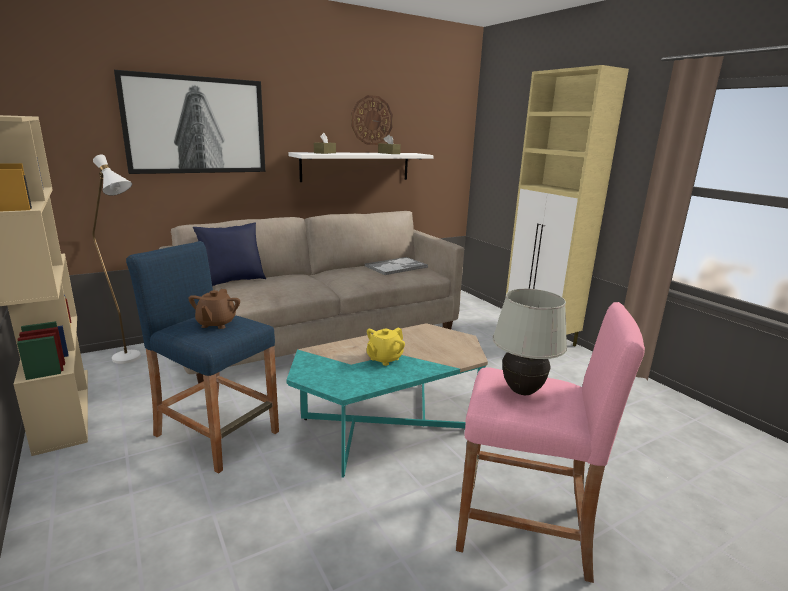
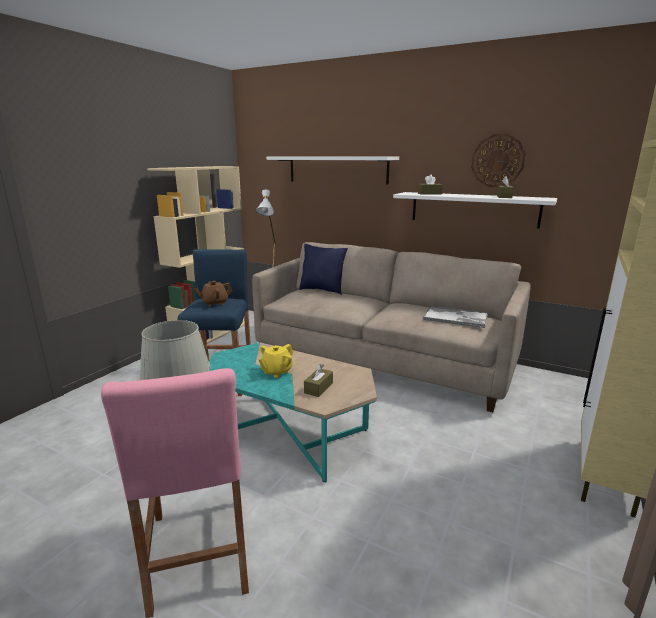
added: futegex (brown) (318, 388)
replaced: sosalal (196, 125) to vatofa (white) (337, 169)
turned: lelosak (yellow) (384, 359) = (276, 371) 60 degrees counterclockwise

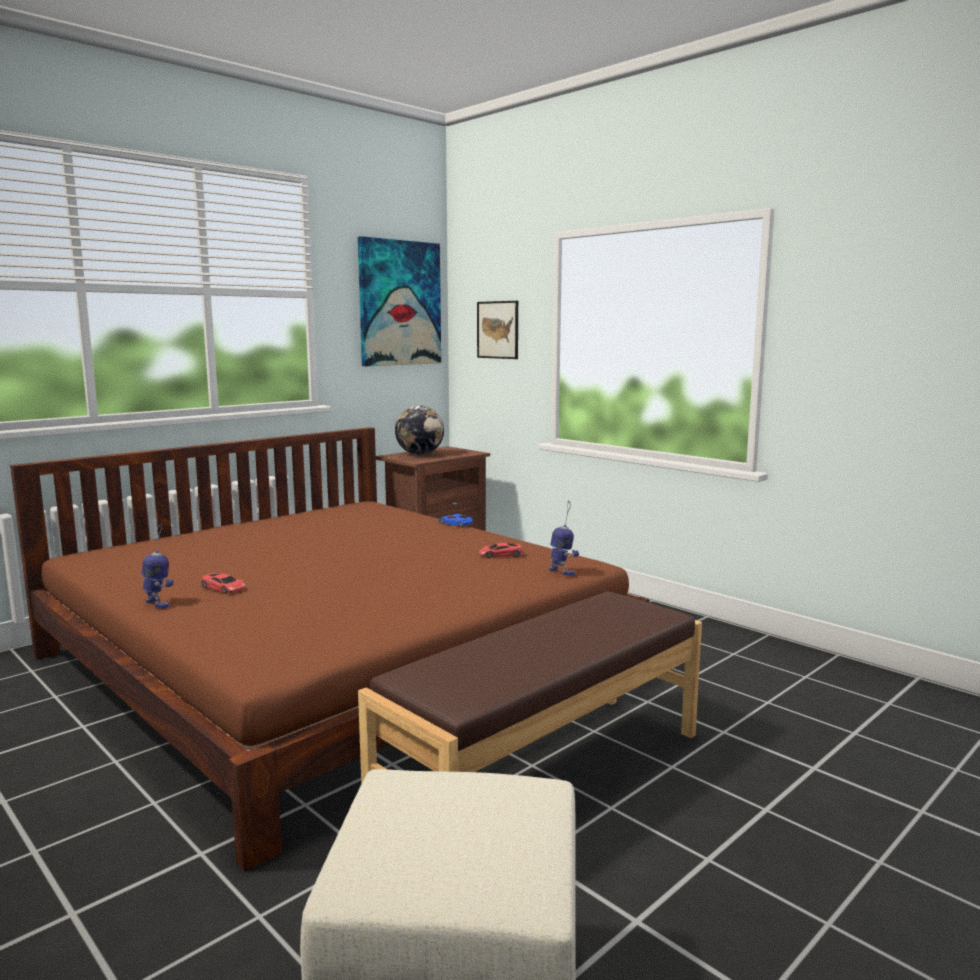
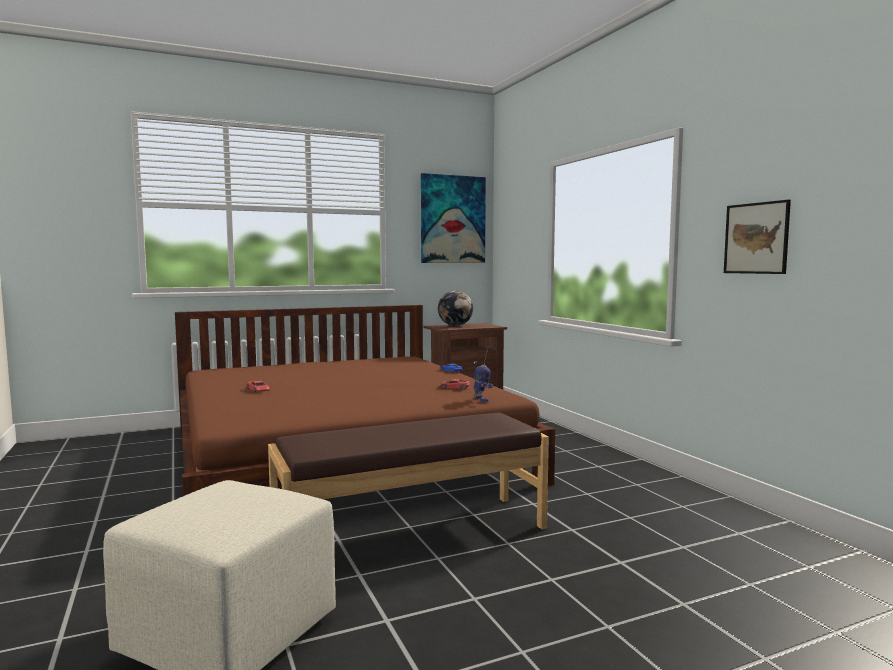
removed: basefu (158, 604)
moved: sosalal (498, 330) to (756, 238)

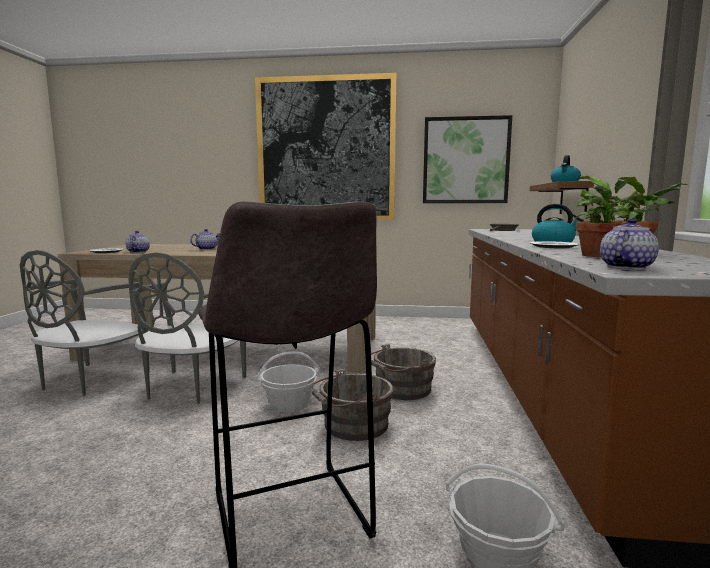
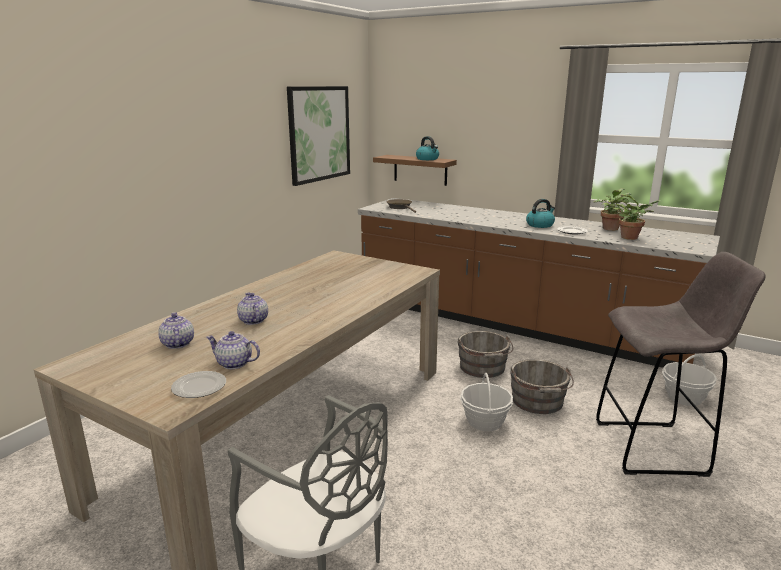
removed: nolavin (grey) (191, 387); sosalal (326, 150)
moved: lelosak (625, 267) to (177, 344)

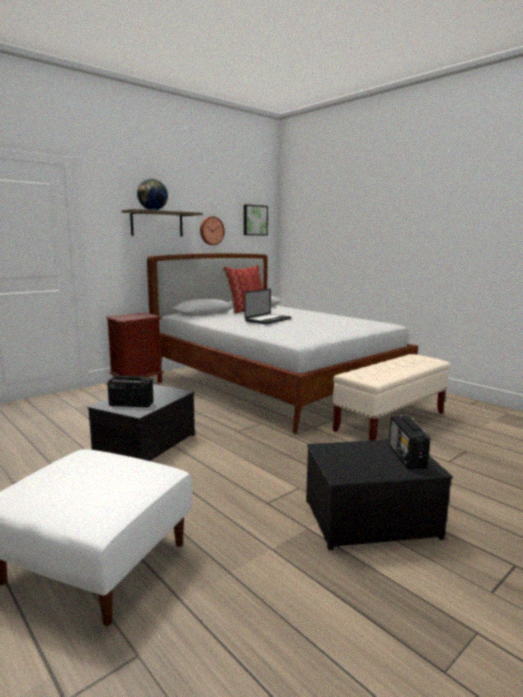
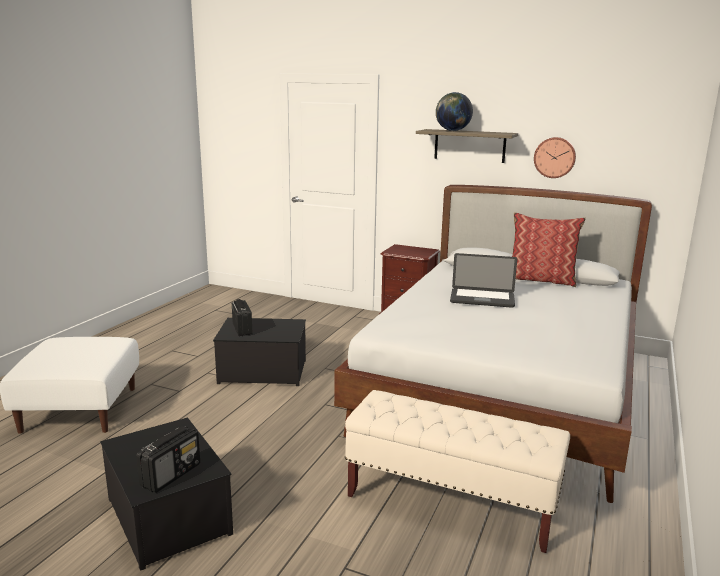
removed: sosalal (254, 220)
turned: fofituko (407, 457) = (171, 474) 150 degrees clockwise

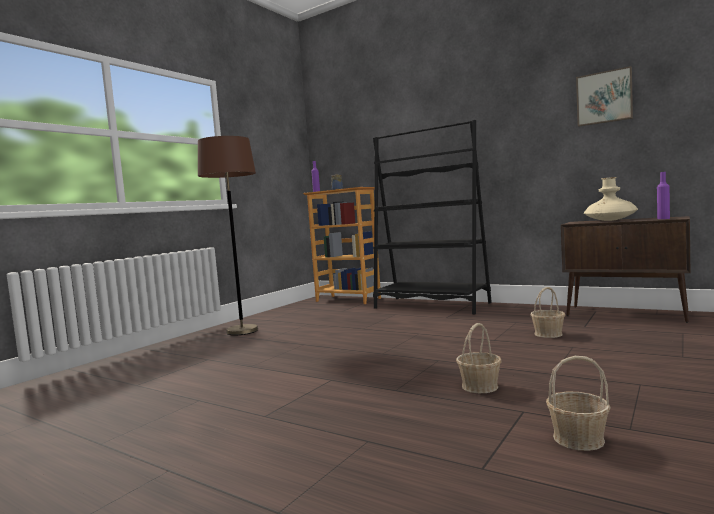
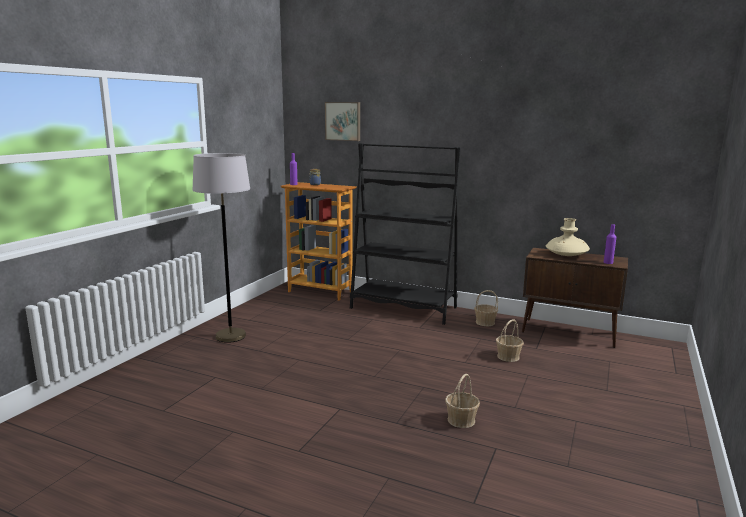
moved: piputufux (578, 439) to (485, 322); sosalal (604, 97) to (343, 121)
recoloured: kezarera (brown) (242, 331) to kezarera (grey) (230, 336)

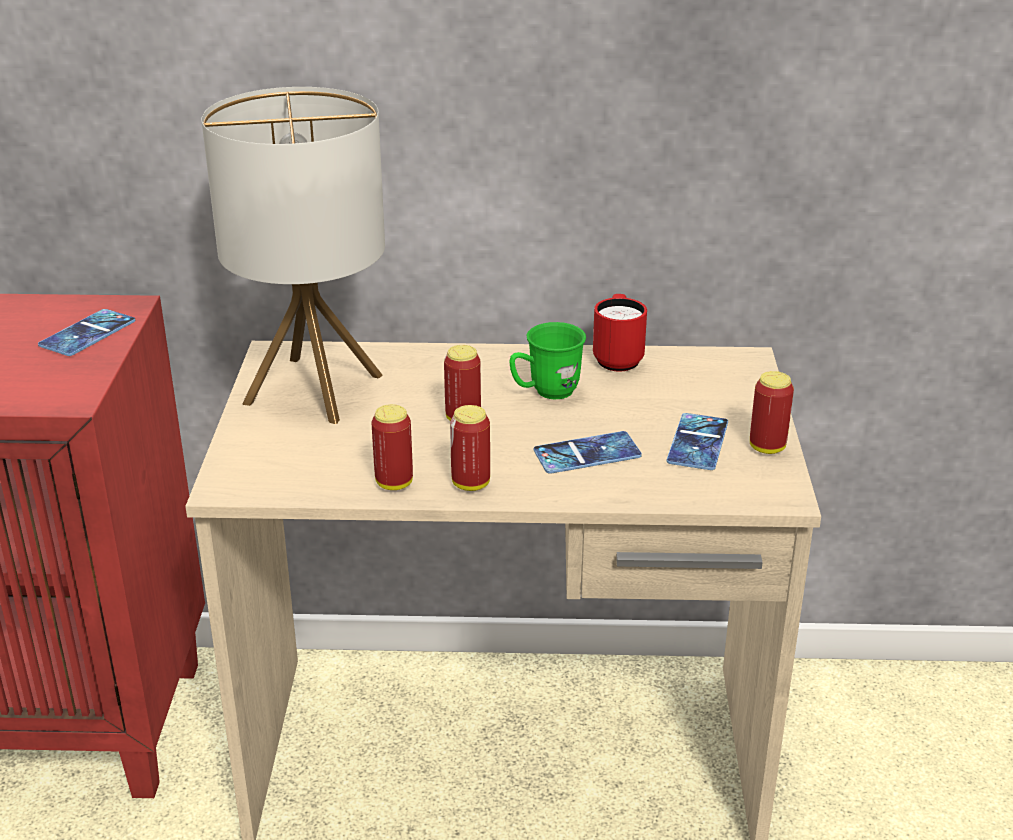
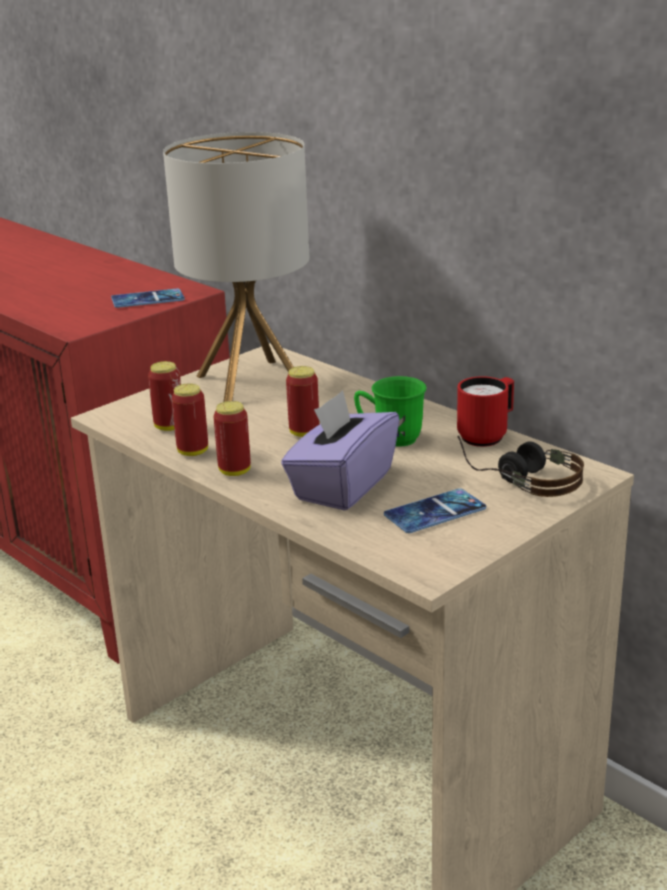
added: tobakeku (520, 479)
moved: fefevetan (767, 447) to (169, 427)
replaced: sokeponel (587, 453) to futegex (purple) (342, 485)

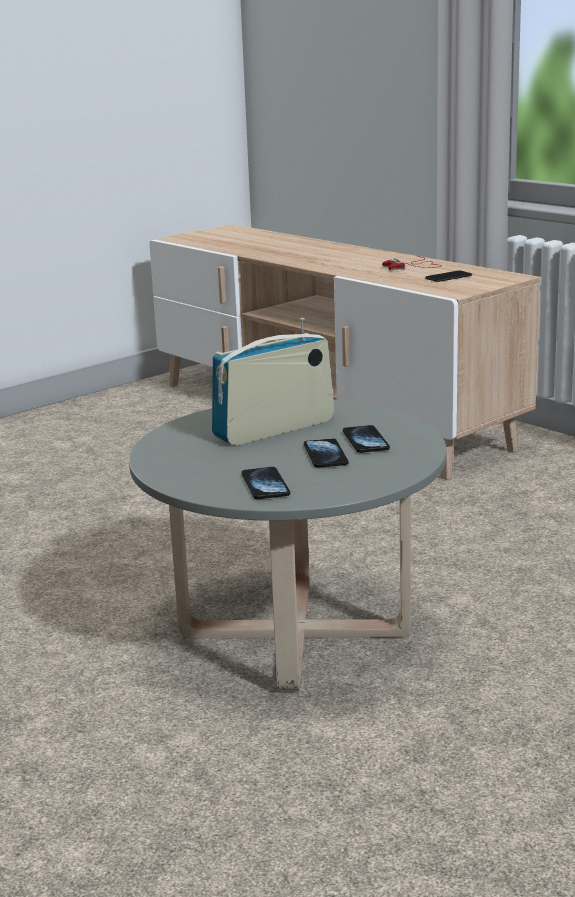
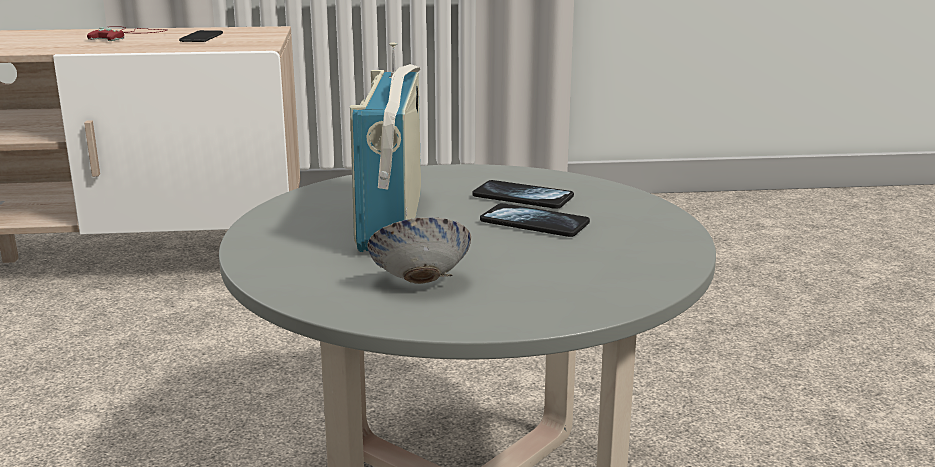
removed: sokeponel (265, 485)
added: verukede (420, 282)

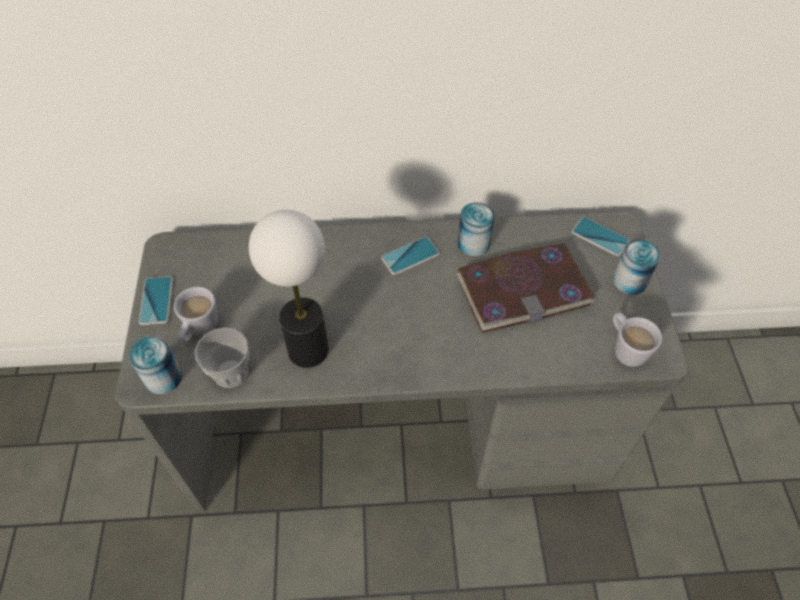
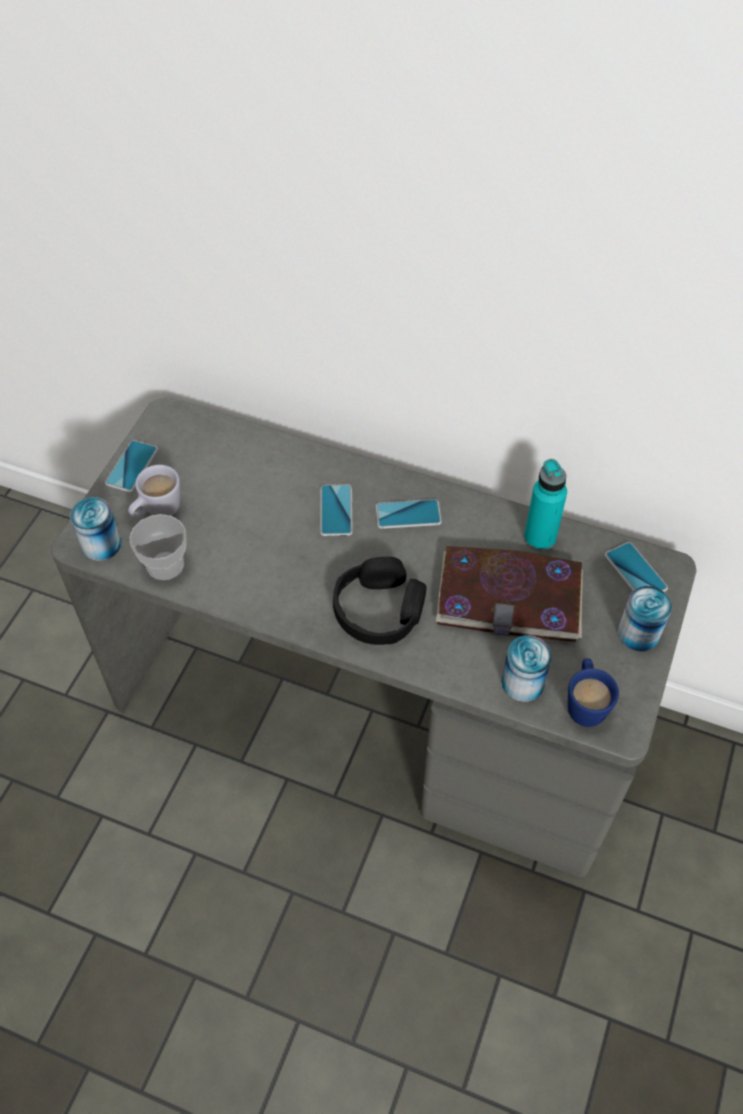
removed: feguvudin (309, 349)
added: sokeponel (336, 510); tobakeku (black) (379, 610); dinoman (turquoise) (540, 538)
moved: fefevetan (473, 243) to (522, 682)
recoloured: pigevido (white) (625, 348) to pigevido (blue) (585, 703)

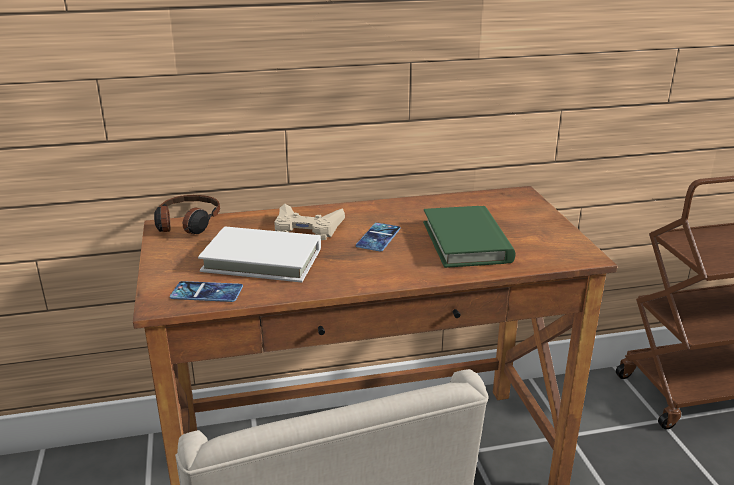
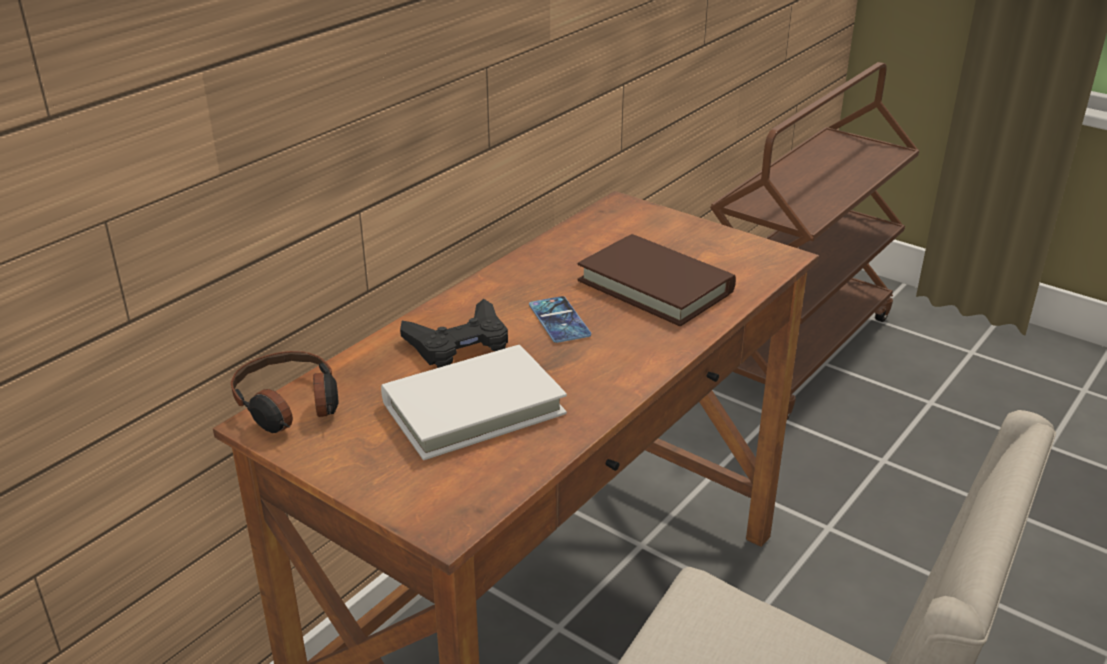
removed: sokeponel (206, 292)
recoloured: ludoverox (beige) (307, 228) to ludoverox (black) (459, 343); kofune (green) (466, 242) to kofune (brown) (655, 286)

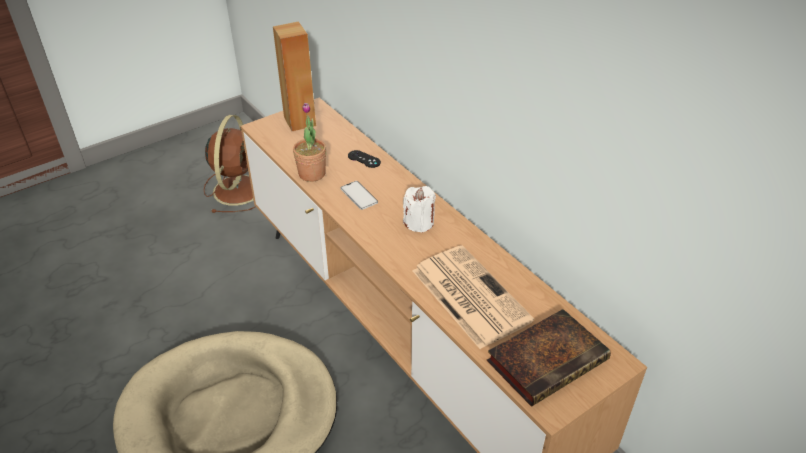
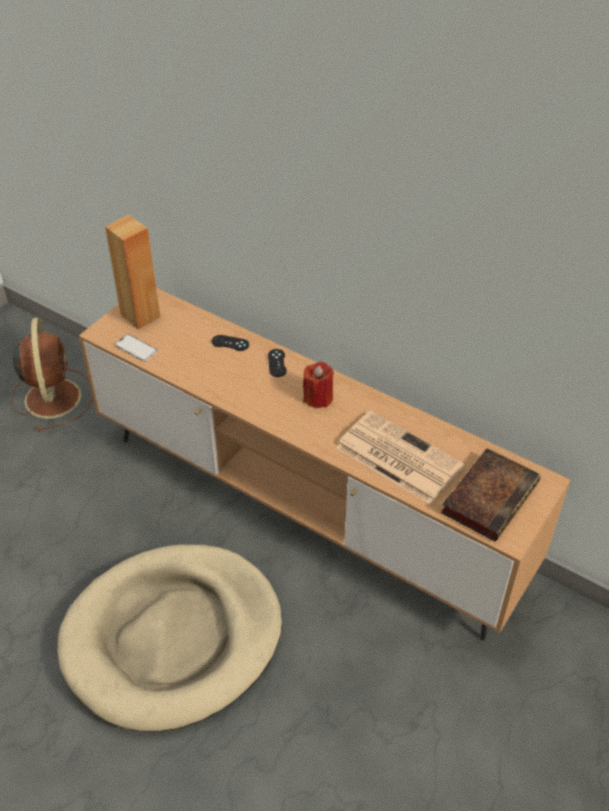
removed: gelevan (312, 174)
added: ludoverox (black) (277, 363)
moved: sokeponel (359, 195) to (136, 348)
recoloured: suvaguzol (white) (419, 222) to suvaguzol (red) (318, 397)

